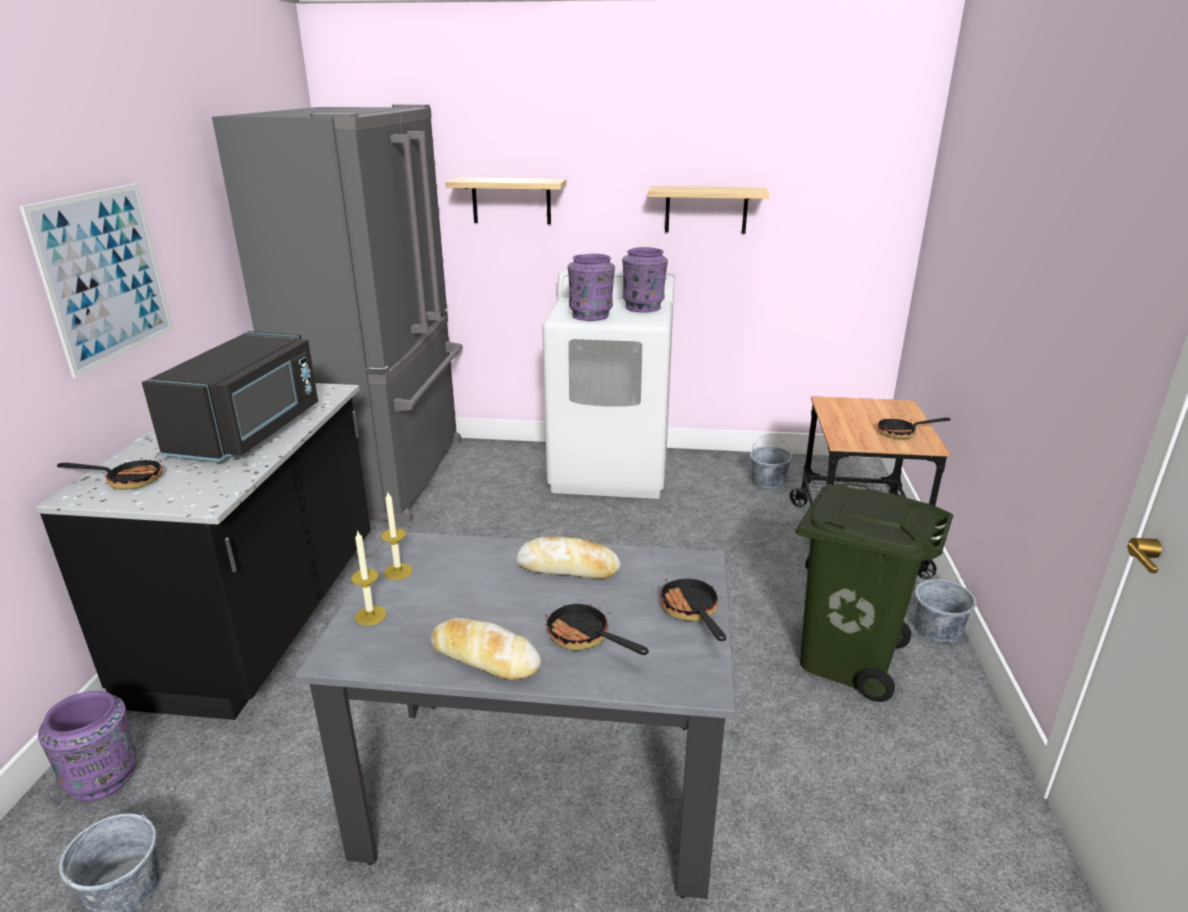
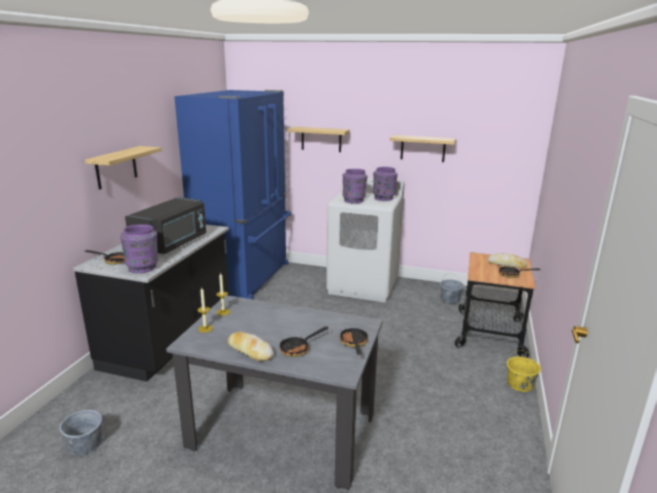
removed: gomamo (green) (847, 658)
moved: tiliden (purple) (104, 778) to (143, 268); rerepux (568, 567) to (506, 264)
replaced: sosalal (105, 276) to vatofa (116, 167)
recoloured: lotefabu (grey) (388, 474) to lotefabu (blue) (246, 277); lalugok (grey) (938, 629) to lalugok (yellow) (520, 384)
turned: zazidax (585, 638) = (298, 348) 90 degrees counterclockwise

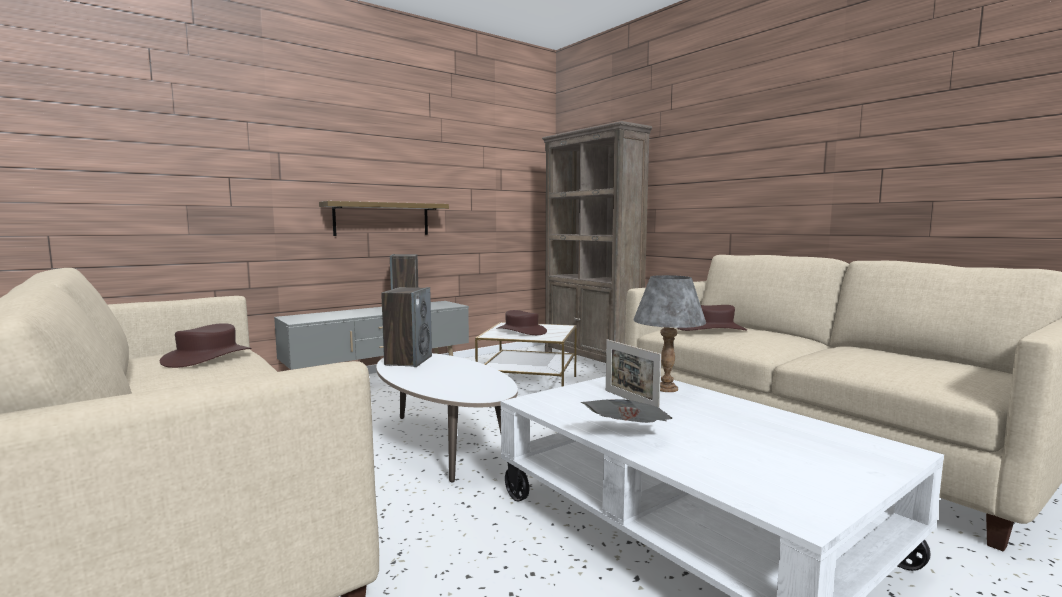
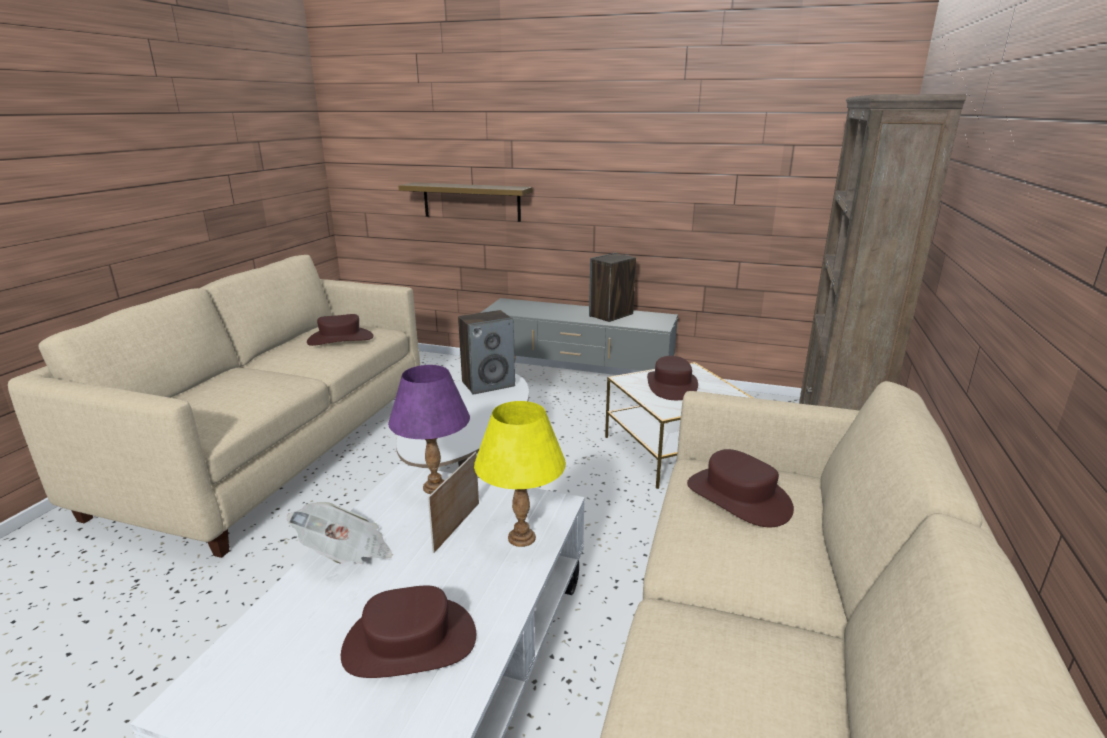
added: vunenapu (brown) (409, 643); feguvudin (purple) (435, 487)
moved: vatofa (382, 219) to (471, 201)
recoloured: feguvudin (grey) (666, 388) to feguvudin (yellow) (521, 537)

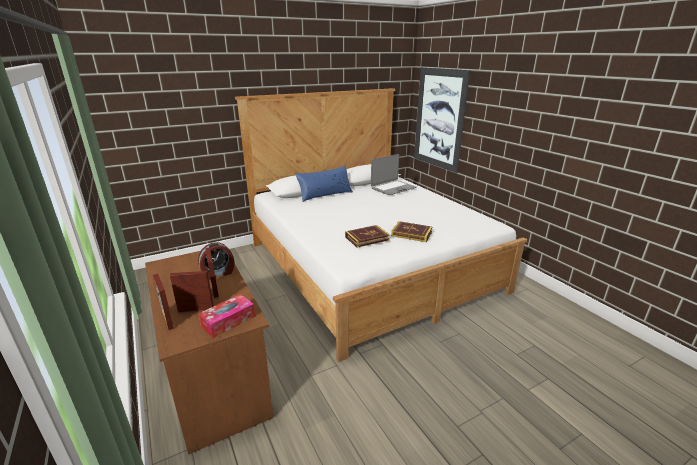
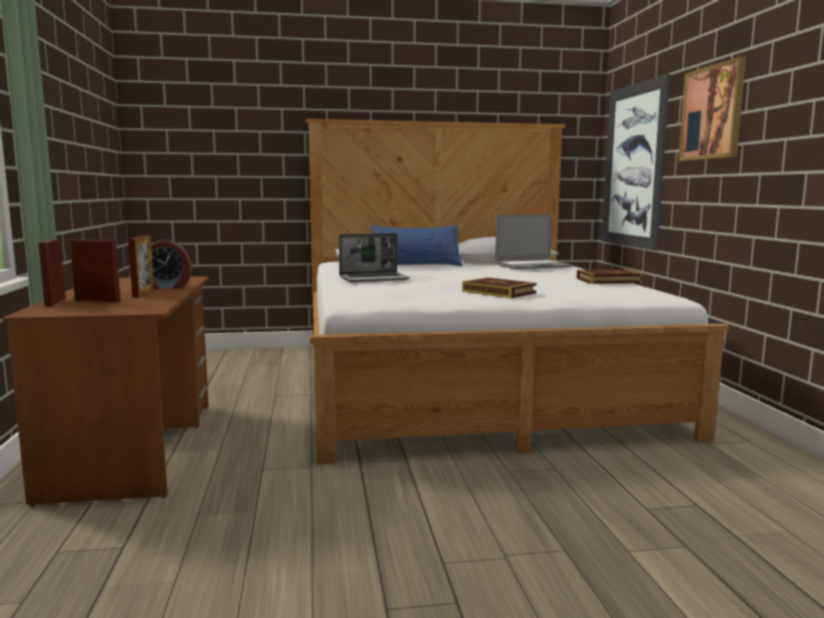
removed: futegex (228, 321)
added: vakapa (374, 279); sosalal (712, 112)
moved: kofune (367, 238) to (608, 280)

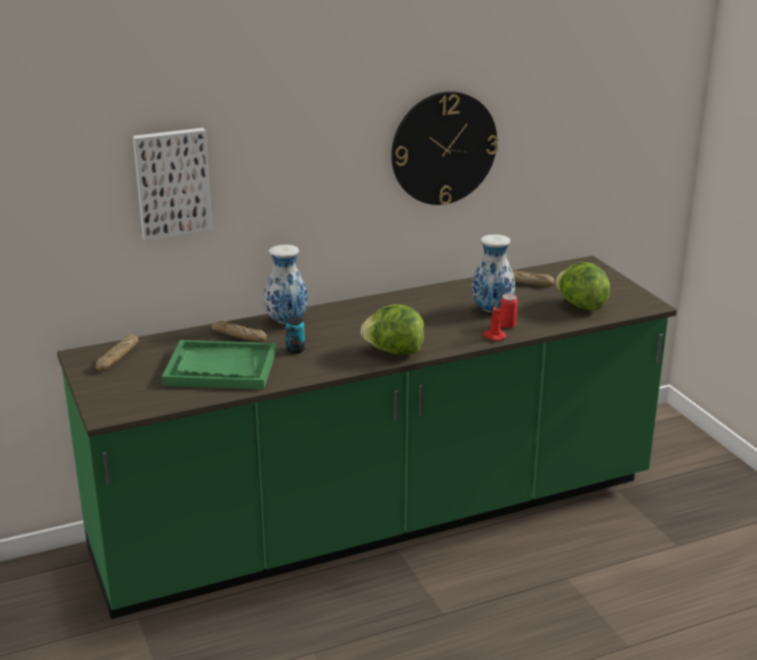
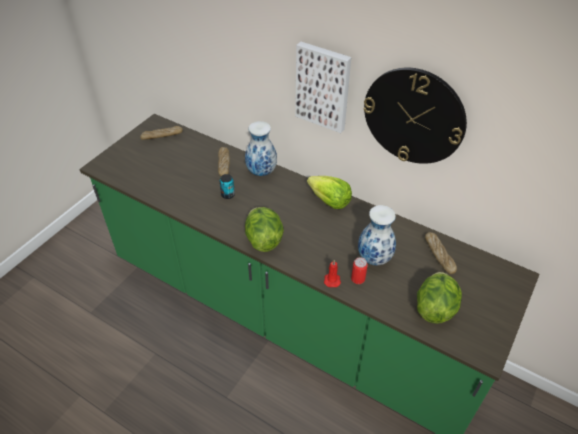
removed: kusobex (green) (220, 368)
added: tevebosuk (329, 201)
moved: sosalal (172, 182) to (323, 86)

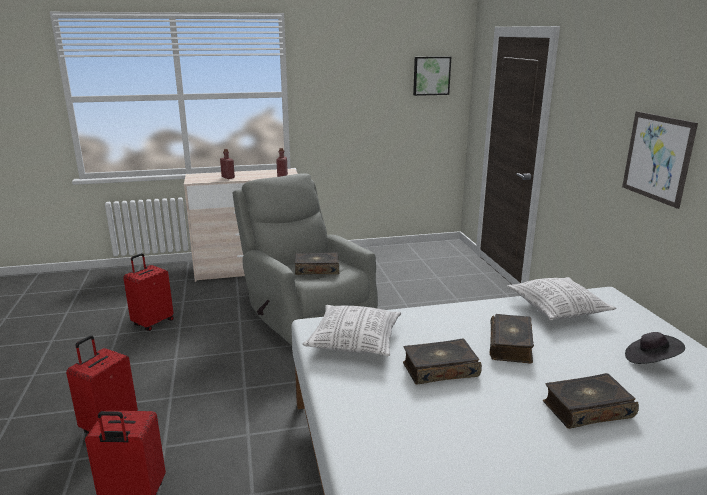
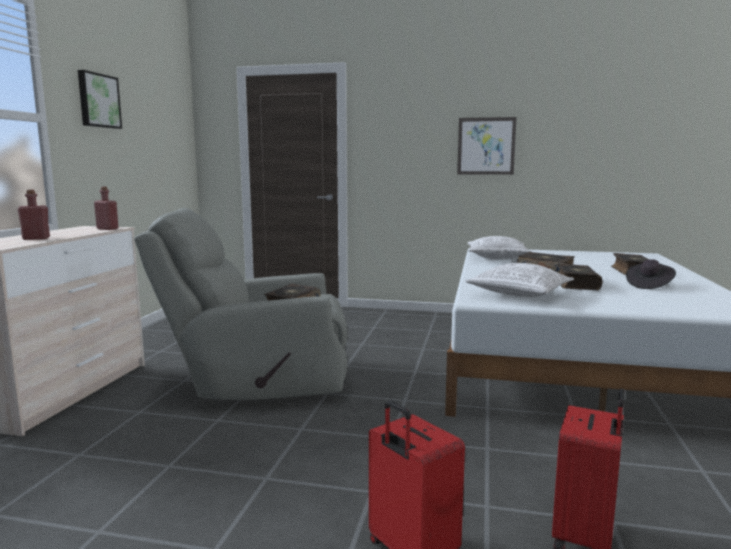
removed: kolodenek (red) (152, 322)
moved: sosalal (431, 75) to (98, 100); vunenapu (black) (650, 360) to (648, 285)

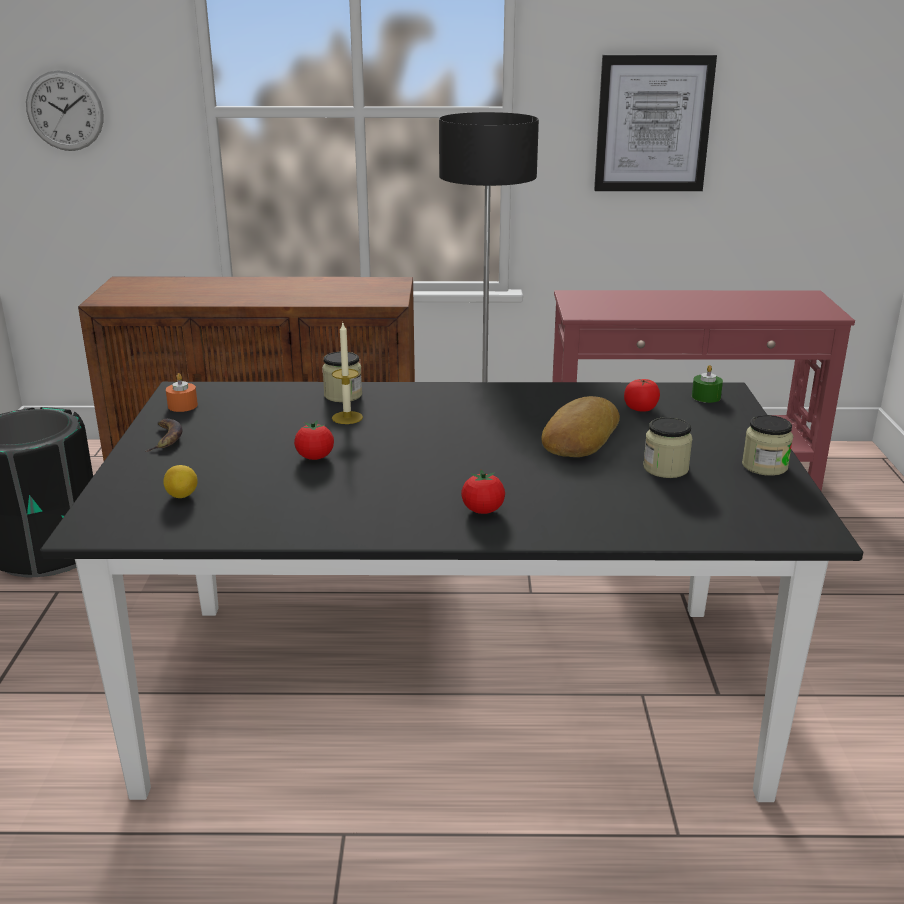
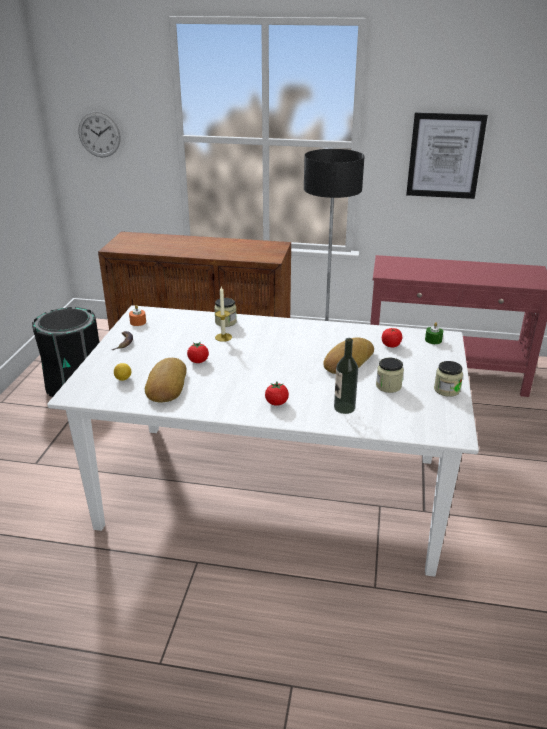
added: rerepux (165, 385); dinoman (344, 408)
recoloured: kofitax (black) (453, 691) to kofitax (white) (274, 491)

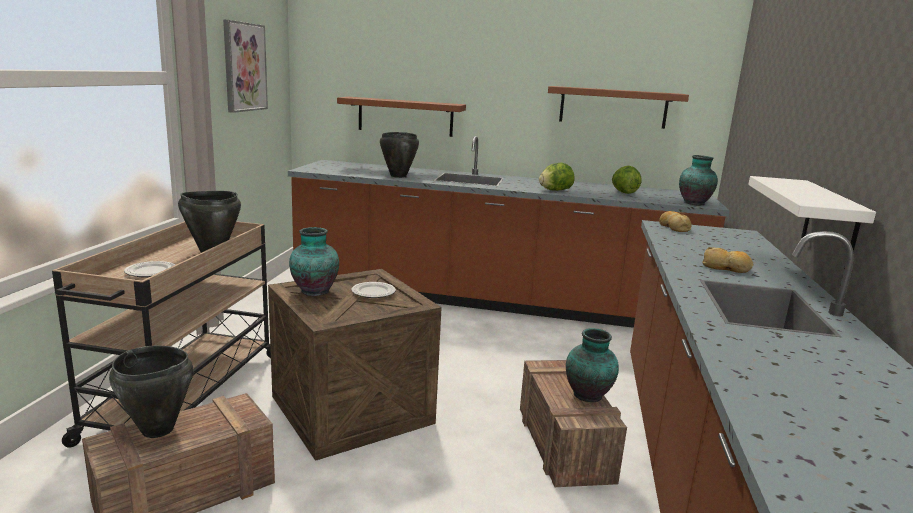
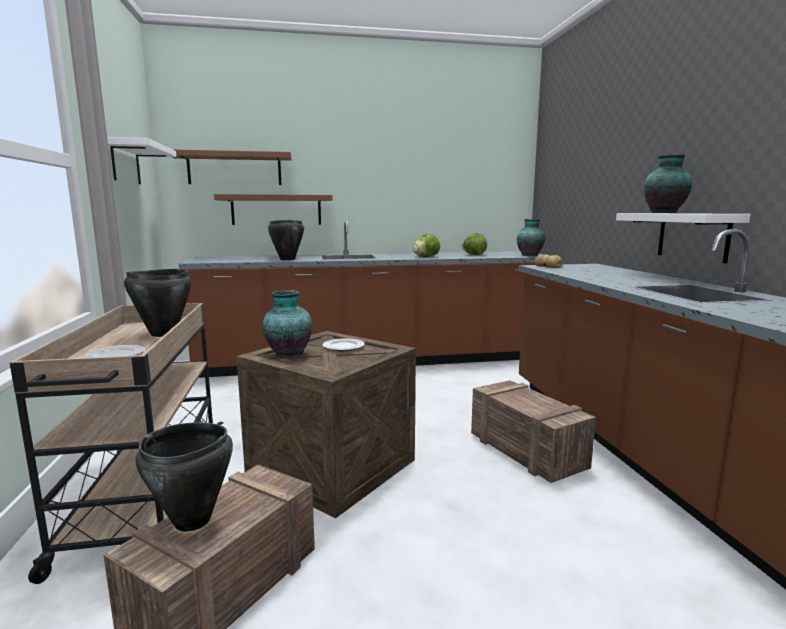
removed: rerepux (726, 268)
moved: vatofa (brown) (613, 107) to (234, 169); tiliden (589, 396) to (665, 213)
replaced: sosalal (244, 67) to vatofa (white) (125, 163)

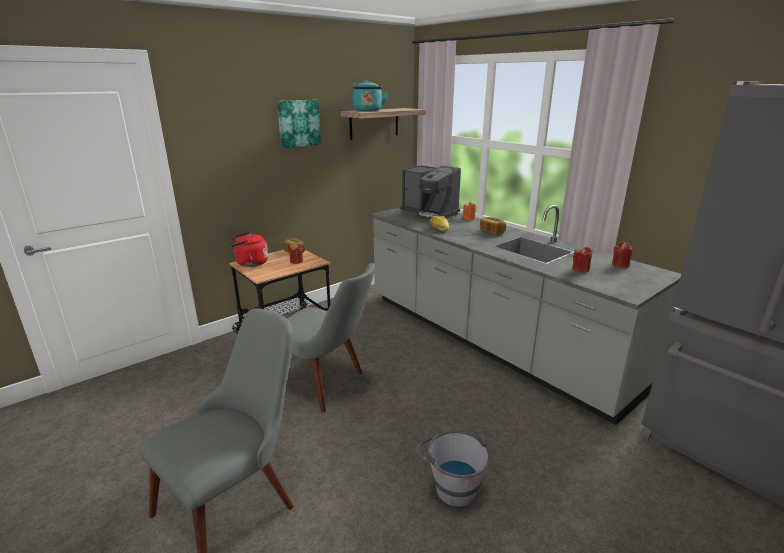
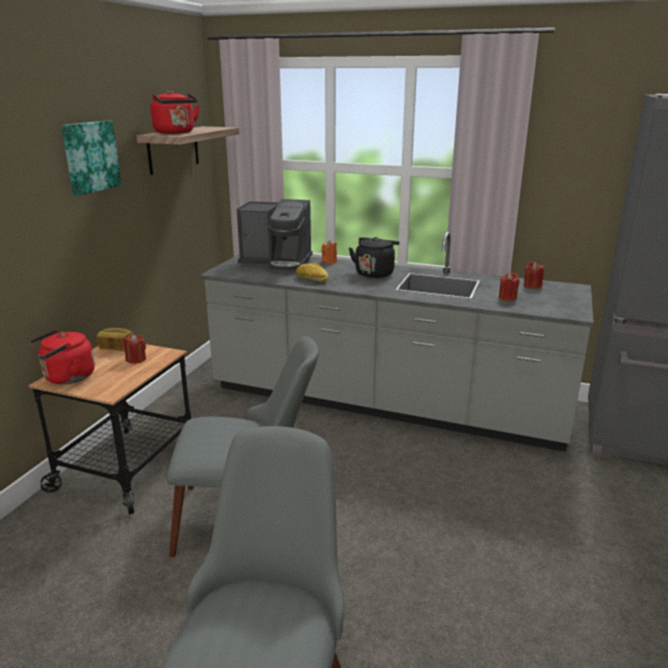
removed: lalugok (grey) (450, 483)
replaced: rerepux (492, 232) to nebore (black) (375, 273)
recoloured: nebore (turquoise) (368, 111) to nebore (red) (176, 133)

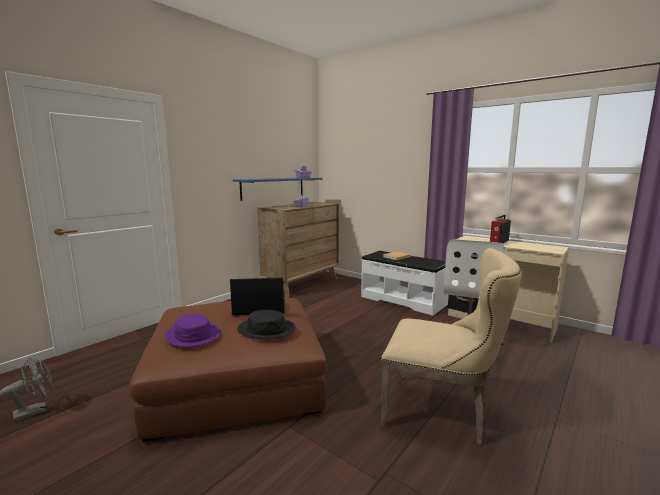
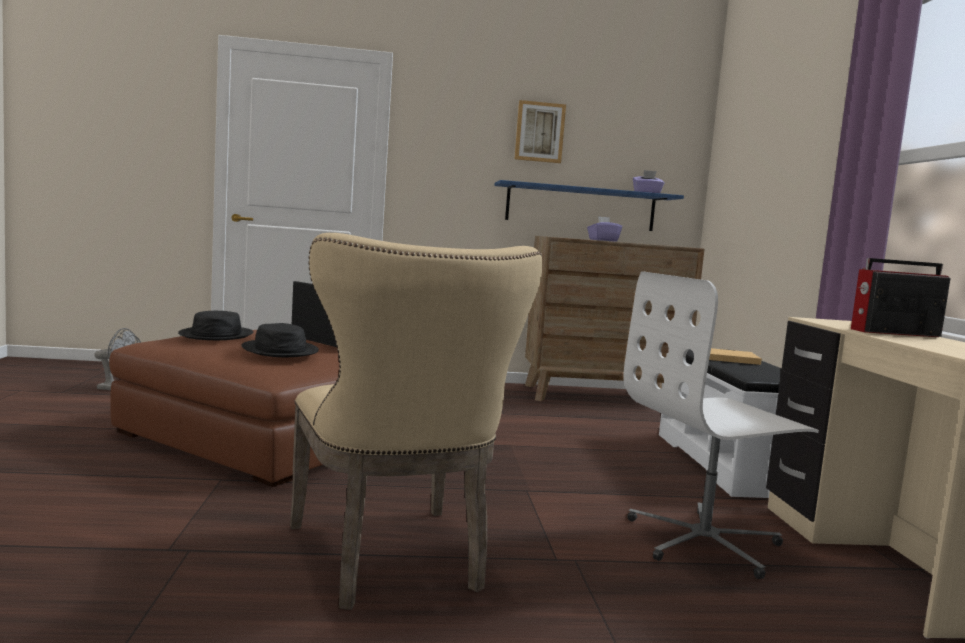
added: sosalal (539, 132)
recoloured: vunenapu (purple) (193, 335) to vunenapu (black) (216, 335)

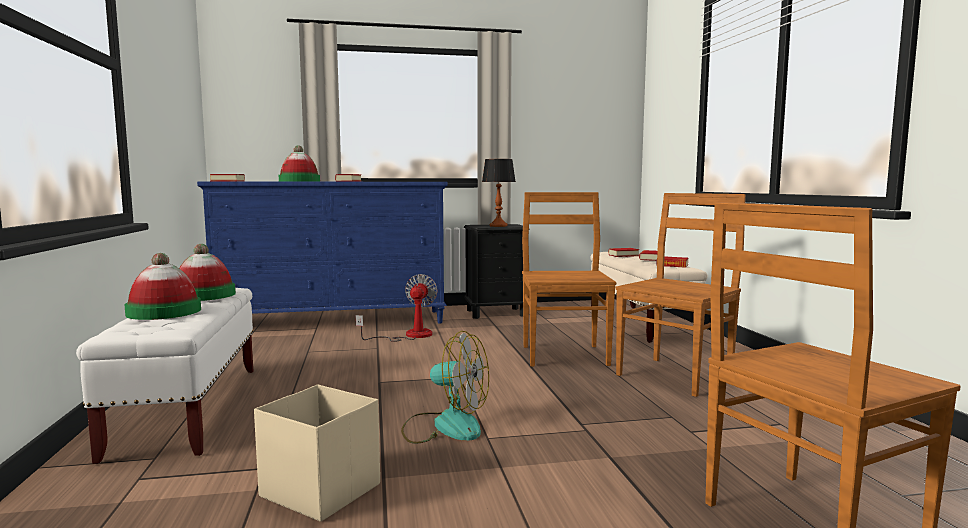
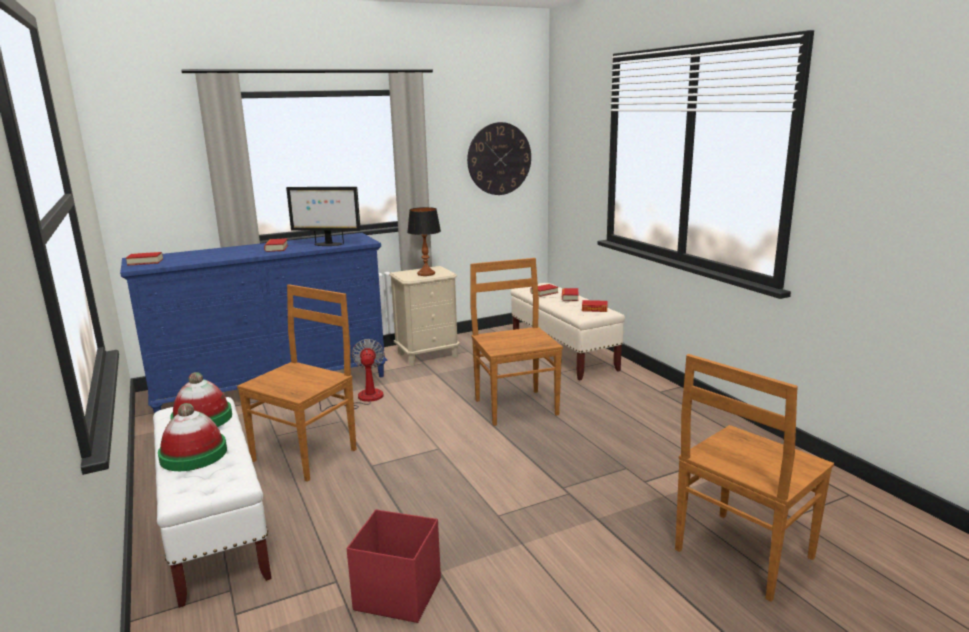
removed: vunenapu (299, 181); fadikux (445, 426)
added: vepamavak (327, 244); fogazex (499, 159)
moved: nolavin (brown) (675, 375) to (307, 454)
recoloured: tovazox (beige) (320, 490) to tovazox (red) (397, 593); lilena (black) (496, 313) to lilena (beige) (428, 355)

